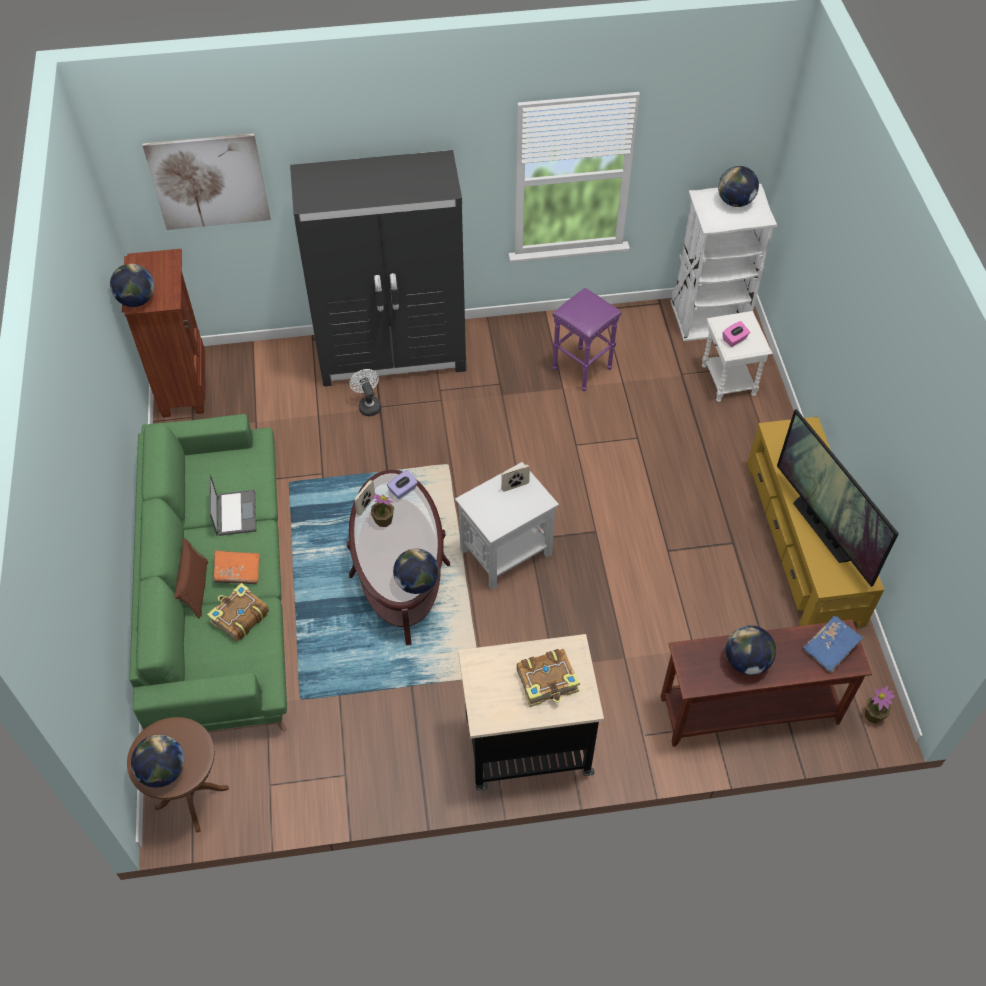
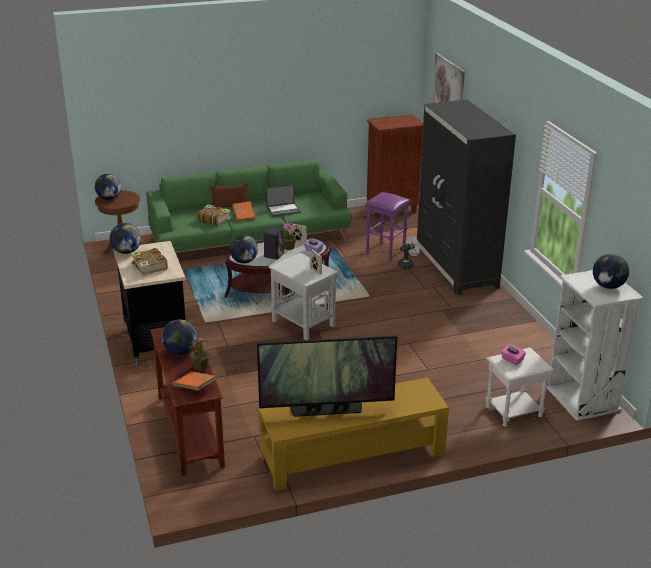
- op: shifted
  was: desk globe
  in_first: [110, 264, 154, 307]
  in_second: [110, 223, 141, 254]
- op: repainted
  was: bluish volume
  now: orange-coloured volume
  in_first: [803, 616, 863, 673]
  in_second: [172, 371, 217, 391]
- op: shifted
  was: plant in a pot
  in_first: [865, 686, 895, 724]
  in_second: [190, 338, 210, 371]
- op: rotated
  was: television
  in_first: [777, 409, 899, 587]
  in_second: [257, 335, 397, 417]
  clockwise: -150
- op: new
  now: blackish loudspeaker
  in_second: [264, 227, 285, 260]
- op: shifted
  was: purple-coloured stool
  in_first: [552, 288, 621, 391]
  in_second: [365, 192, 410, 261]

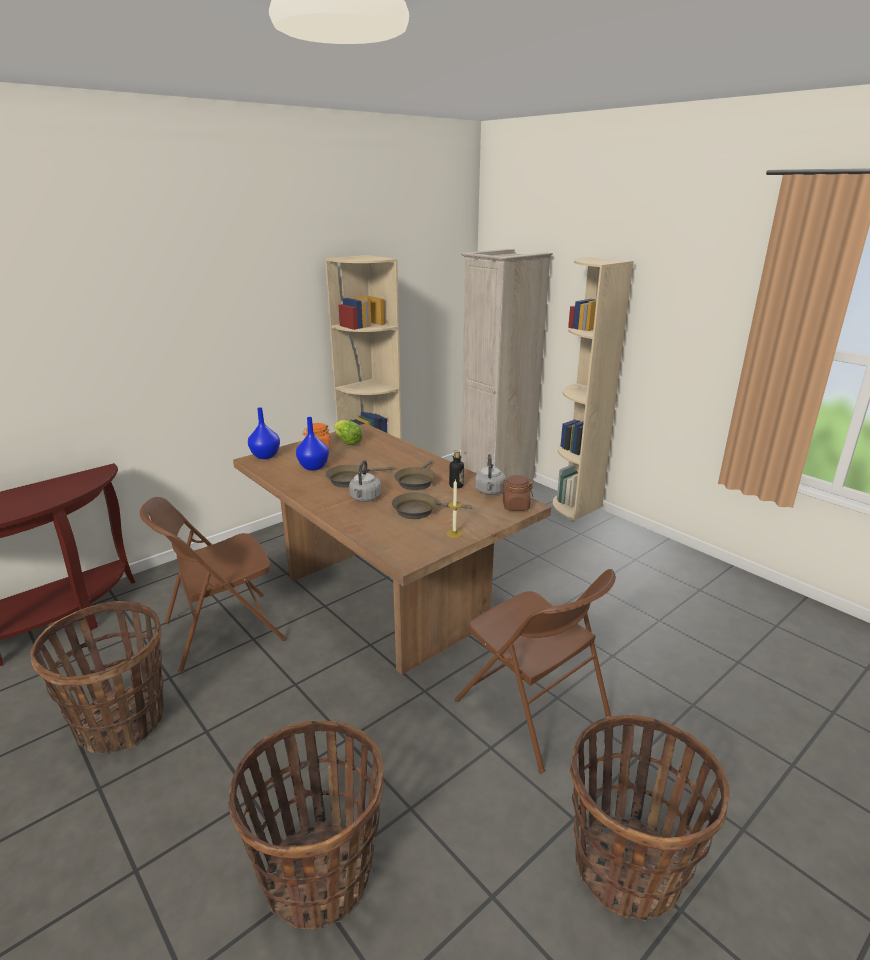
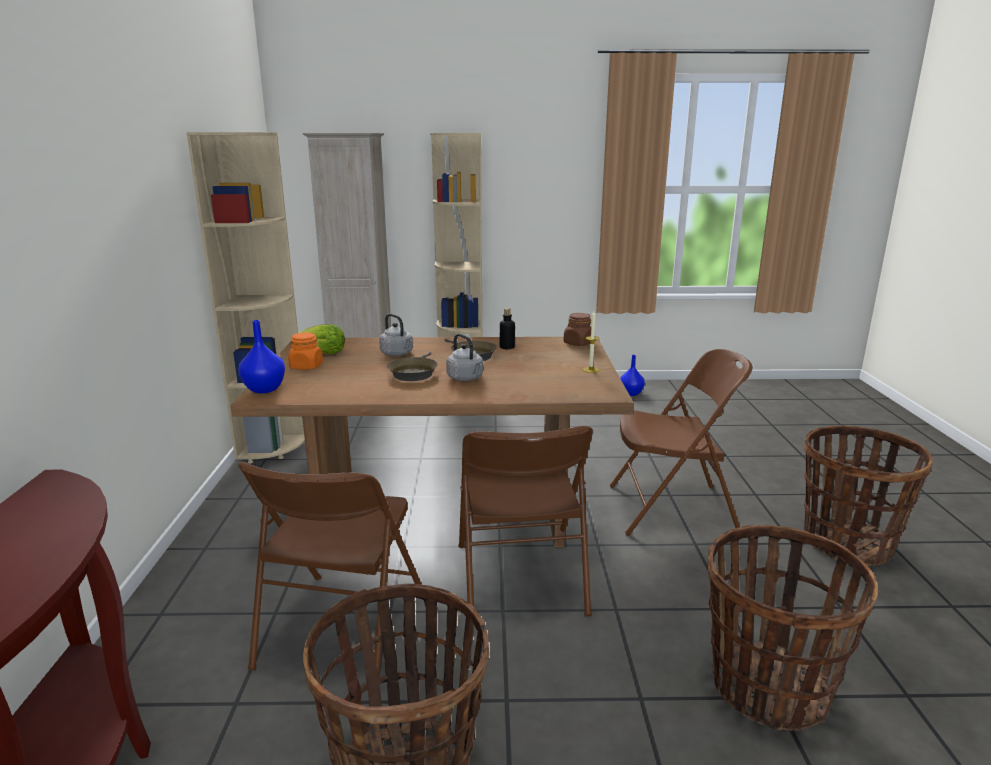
- op: shifted
  was: grey water kettle
  in_first: [475, 454, 506, 495]
  in_second: [379, 314, 413, 356]
- op: new
  now: brown upright chair
  in_second: [458, 426, 593, 626]
- op: shifted
  was: bluish vase
  in_first: [296, 417, 329, 471]
  in_second: [620, 355, 645, 396]
- op: gone
  was: brown frying pan
  in_first: [392, 492, 472, 519]

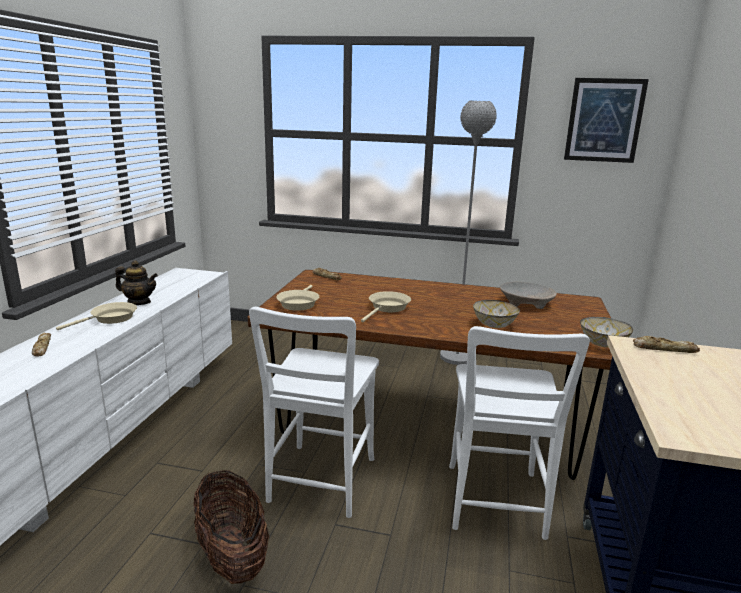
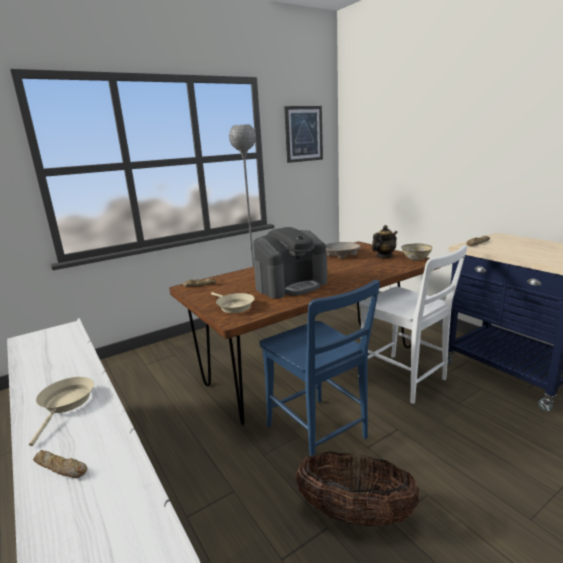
- op: swapped
  was: beige-coloured frying pan
  now: coffee brewer
  in_first: [361, 291, 411, 322]
  in_second: [253, 227, 327, 298]
- op: repainted
  was: white-coloured upright chair
  now: bluish upright chair
  in_first: [249, 307, 379, 518]
  in_second: [259, 280, 380, 458]
- op: shifted
  was: pot for tea
  in_first: [115, 260, 158, 305]
  in_second: [372, 225, 398, 258]
- op: gone
  was: serving bowl
  in_first: [473, 300, 520, 328]

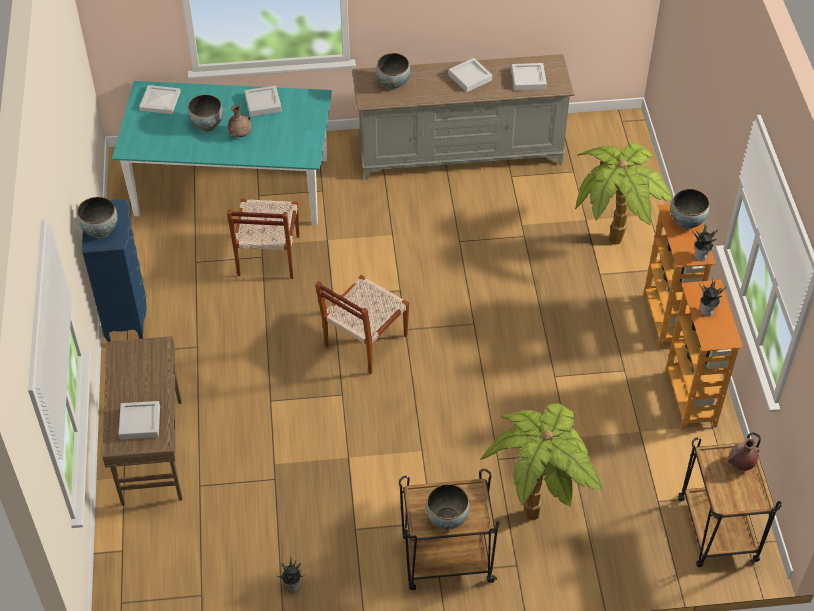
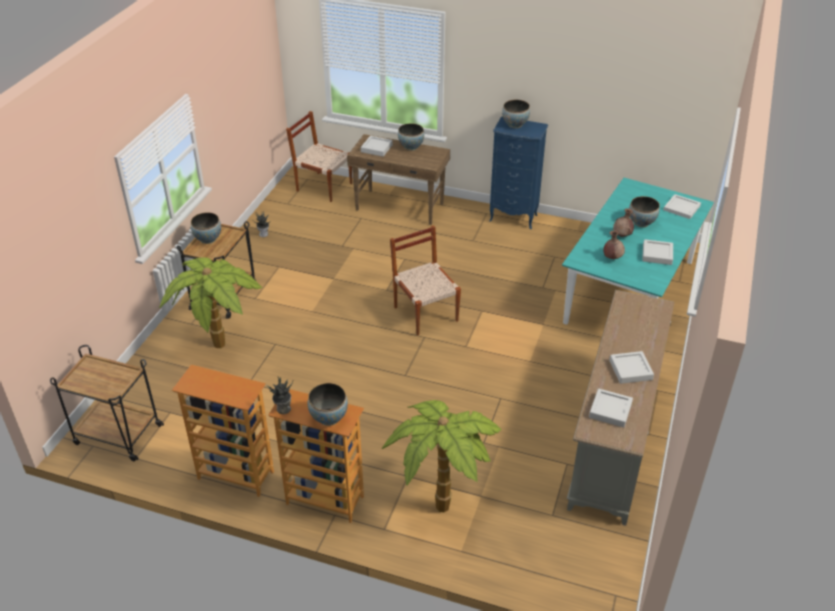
- op: shifted
  was: upright chair
  in_first: [227, 199, 300, 279]
  in_second: [286, 111, 352, 202]
- op: shifted
  was: serving bowl
  in_first: [376, 53, 410, 90]
  in_second: [398, 123, 424, 151]
- op: shifted
  was: brown vase
  in_first: [728, 438, 760, 471]
  in_second: [603, 231, 625, 259]
- op: gone
  was: plant in a pot
  in_first: [699, 280, 726, 317]

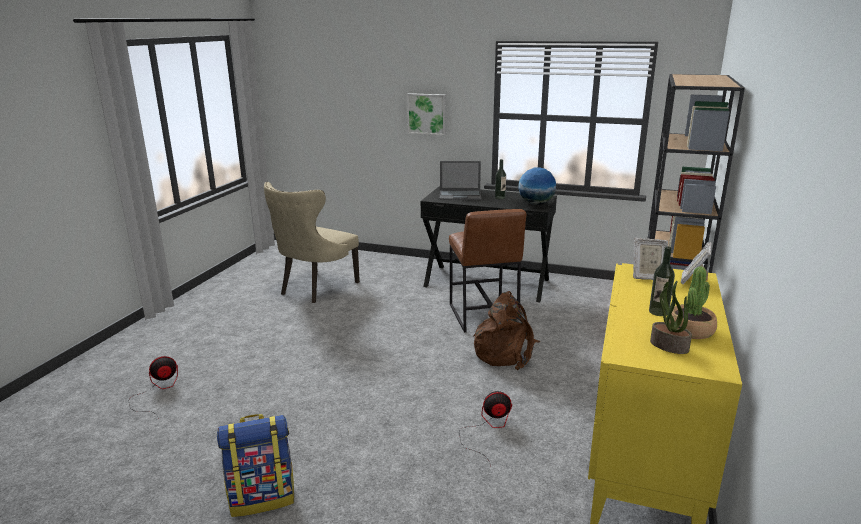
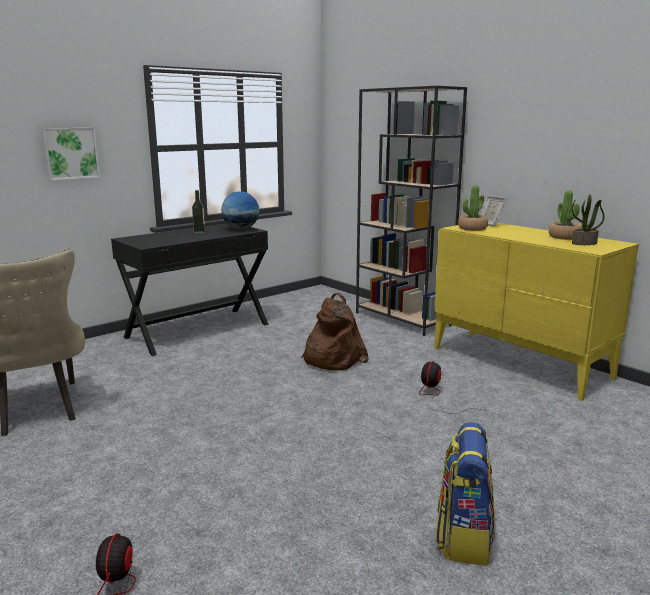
- op: swapped
  was: picture frame
  now: plant in a pot
  in_first: [633, 238, 668, 280]
  in_second: [458, 185, 488, 231]
- op: gone
  was: laptop
  in_first: [440, 161, 481, 200]
- op: gone
  was: brown upright chair
  in_first: [449, 209, 526, 332]
- op: gone
  was: beverage bottle
  in_first: [649, 246, 675, 316]

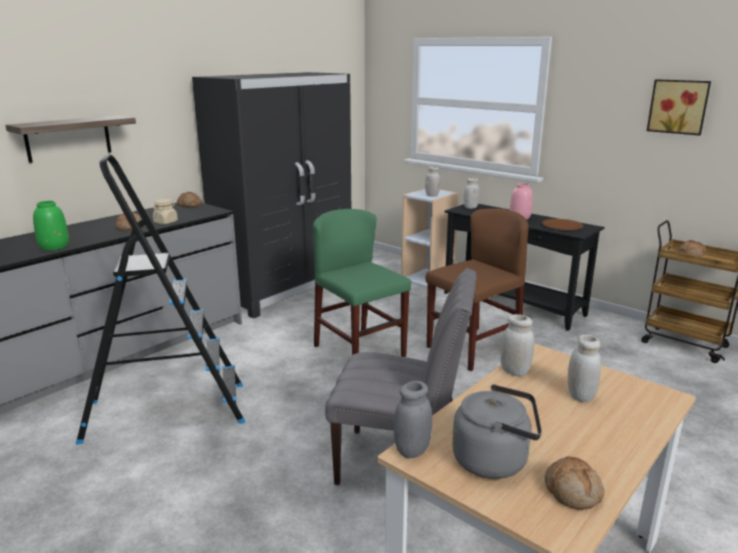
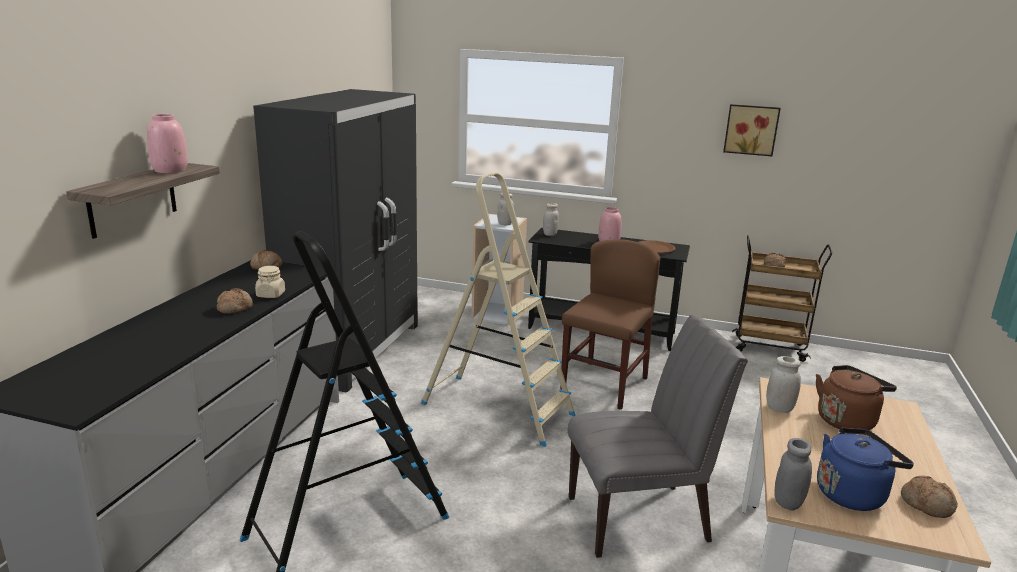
- op: new
  now: pink vase
  in_second: [147, 114, 188, 173]
- op: swapped
  was: greenish upright chair
  now: beige-coloured stepladder
  in_first: [313, 209, 411, 357]
  in_second: [421, 173, 575, 447]
- op: swapped
  was: white-coloured jar
  now: brown water kettle
  in_first: [567, 334, 601, 402]
  in_second: [816, 365, 897, 430]
- op: repainted
  was: grey water kettle
  now: bluish water kettle
  in_first: [452, 384, 542, 479]
  in_second: [817, 427, 914, 511]
- op: gone
  was: greenish vase
  in_first: [33, 201, 69, 251]

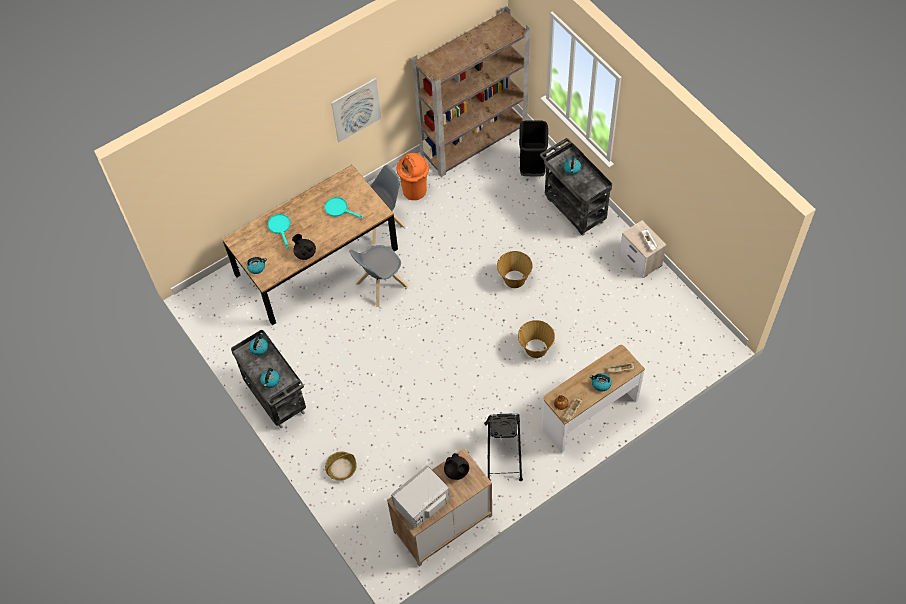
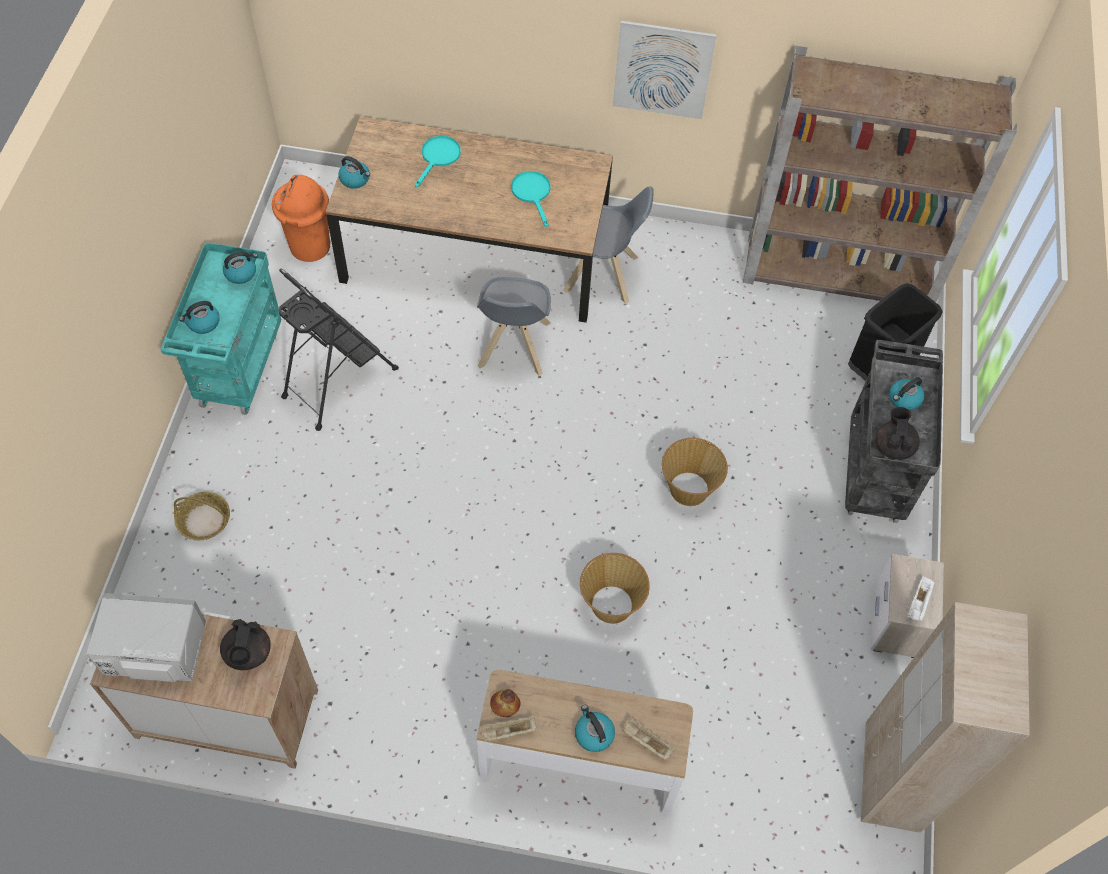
- op: repainted
  was: blackish trolley
  now: turquoise-coloured trolley
  in_first: [231, 330, 306, 428]
  in_second: [161, 243, 281, 415]
- op: shifted
  was: orange-coloured rubbish bin
  in_first: [397, 153, 429, 200]
  in_second: [272, 175, 330, 262]
- op: shifted
  was: stepladder
  in_first: [484, 414, 523, 481]
  in_second: [279, 268, 399, 431]
- op: rotated
  was: grey upright chair
  in_first: [349, 245, 408, 307]
  in_second: [477, 277, 551, 376]
  clockwise: -90
- op: new
  now: beige-coloured storage cabinet
  in_second: [861, 602, 1030, 833]
- op: shifted
  was: blackish pot for tea
  in_first: [292, 234, 316, 260]
  in_second: [876, 407, 920, 460]

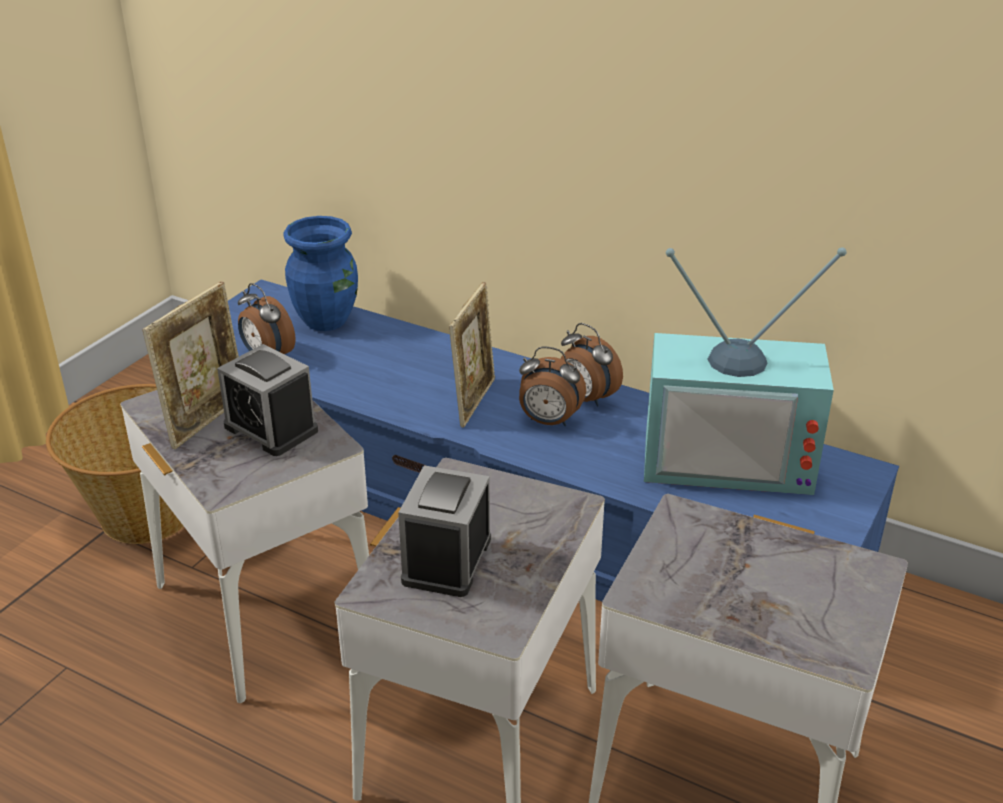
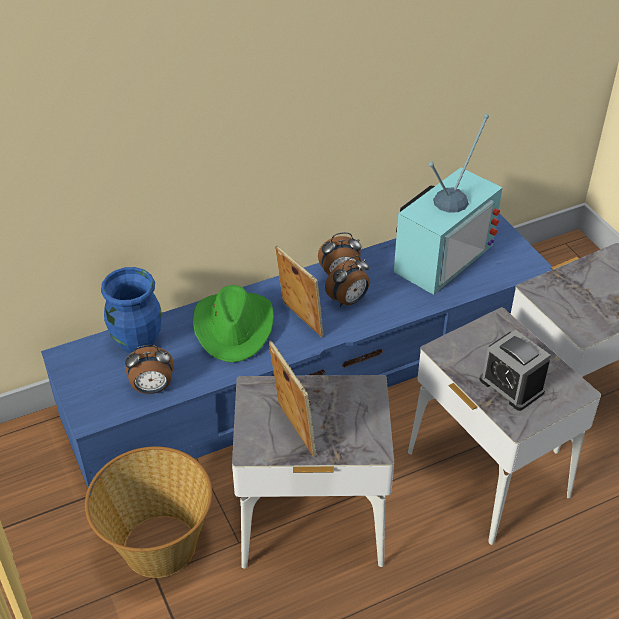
- op: new
  now: greenish hat
  in_second: [193, 285, 274, 363]
- op: gone
  was: table clock
  in_first: [217, 344, 318, 456]

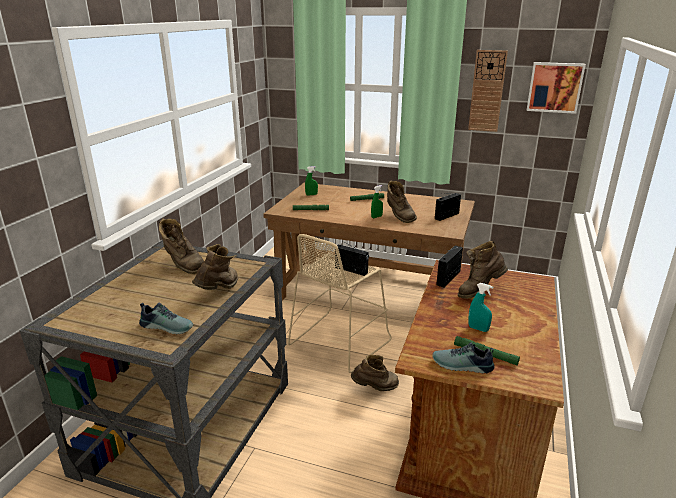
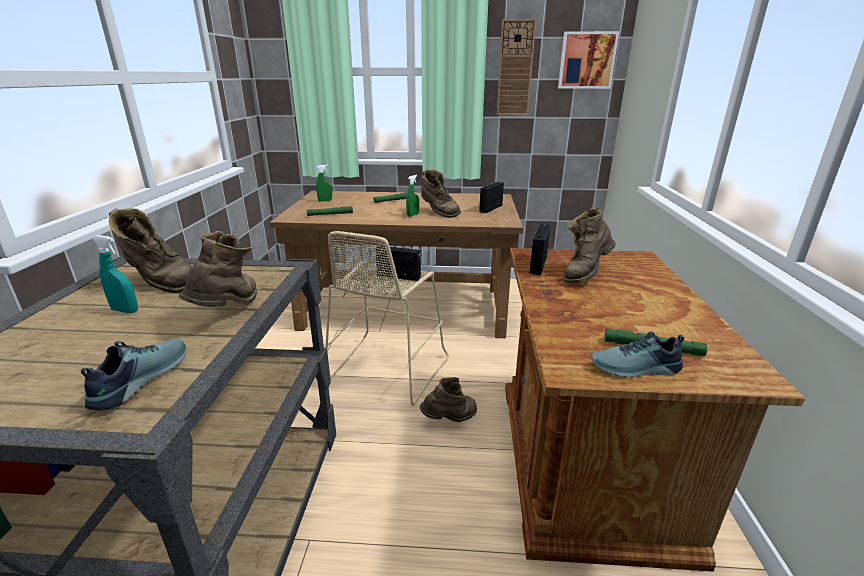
- op: rotated
  was: item of footwear
  in_first: [139, 302, 193, 334]
  in_second: [81, 338, 187, 410]
  clockwise: -75
- op: shifted
  was: turquoise-coloured sprayer
  in_first: [468, 283, 493, 332]
  in_second: [92, 235, 138, 313]

